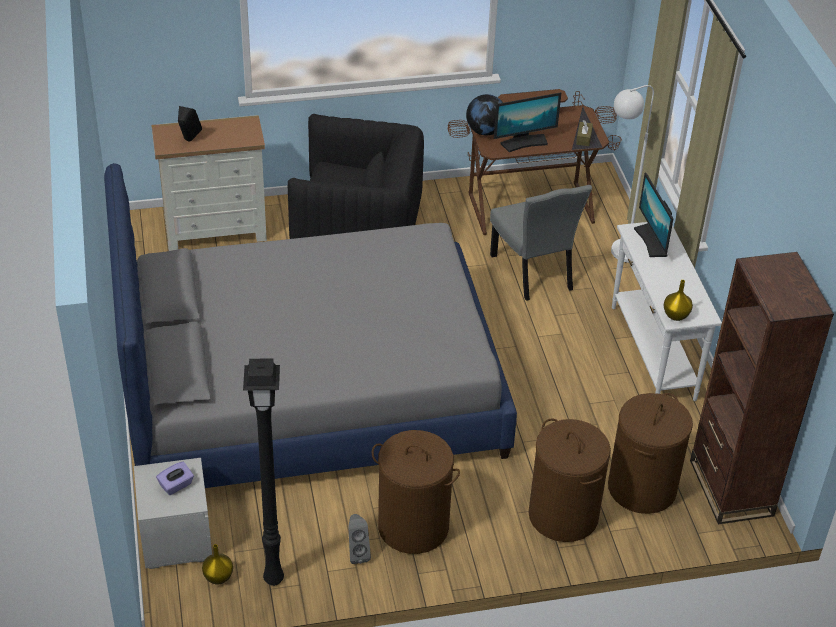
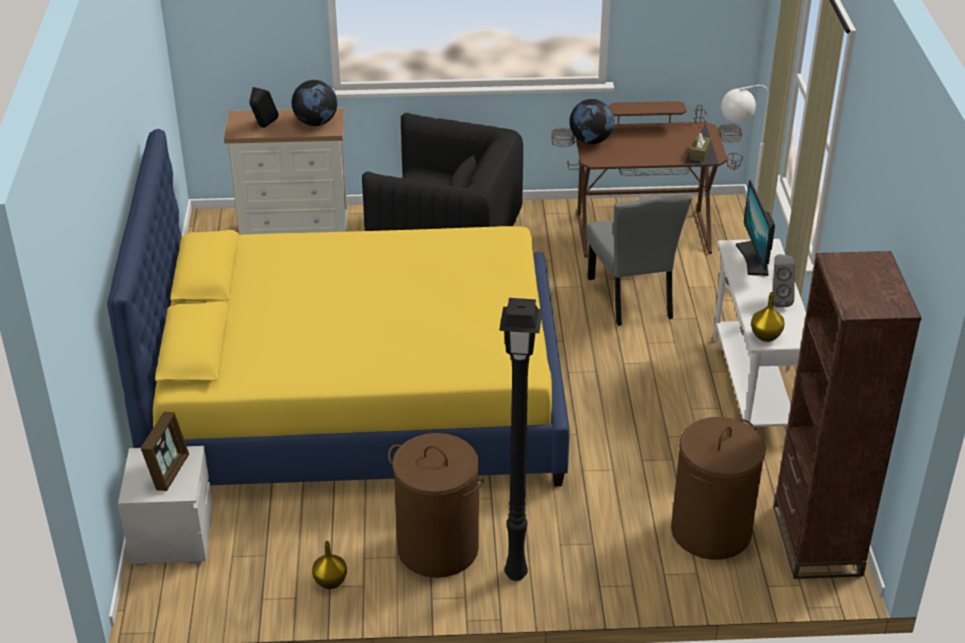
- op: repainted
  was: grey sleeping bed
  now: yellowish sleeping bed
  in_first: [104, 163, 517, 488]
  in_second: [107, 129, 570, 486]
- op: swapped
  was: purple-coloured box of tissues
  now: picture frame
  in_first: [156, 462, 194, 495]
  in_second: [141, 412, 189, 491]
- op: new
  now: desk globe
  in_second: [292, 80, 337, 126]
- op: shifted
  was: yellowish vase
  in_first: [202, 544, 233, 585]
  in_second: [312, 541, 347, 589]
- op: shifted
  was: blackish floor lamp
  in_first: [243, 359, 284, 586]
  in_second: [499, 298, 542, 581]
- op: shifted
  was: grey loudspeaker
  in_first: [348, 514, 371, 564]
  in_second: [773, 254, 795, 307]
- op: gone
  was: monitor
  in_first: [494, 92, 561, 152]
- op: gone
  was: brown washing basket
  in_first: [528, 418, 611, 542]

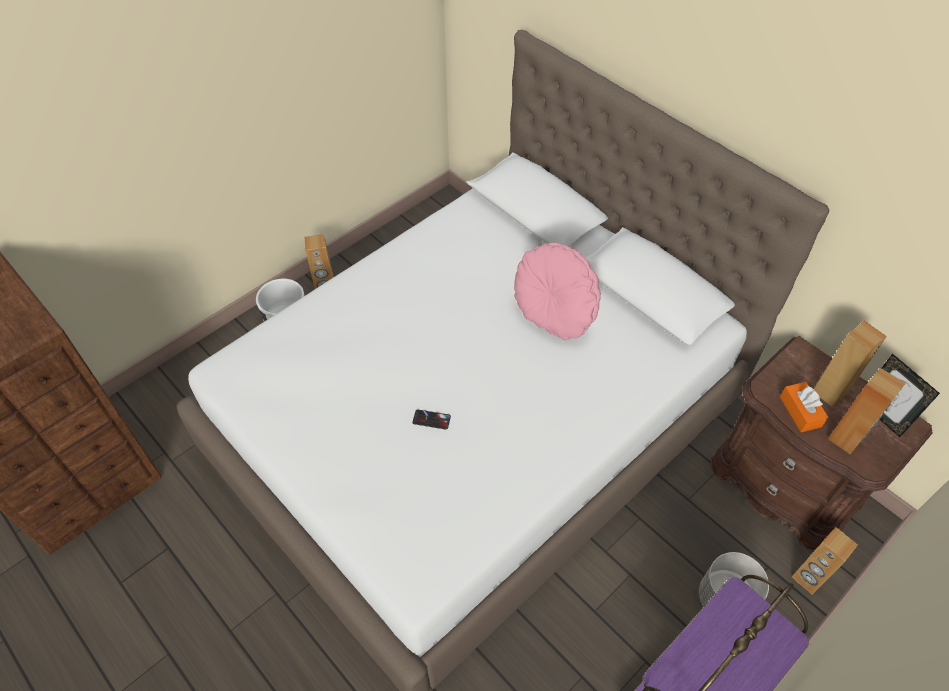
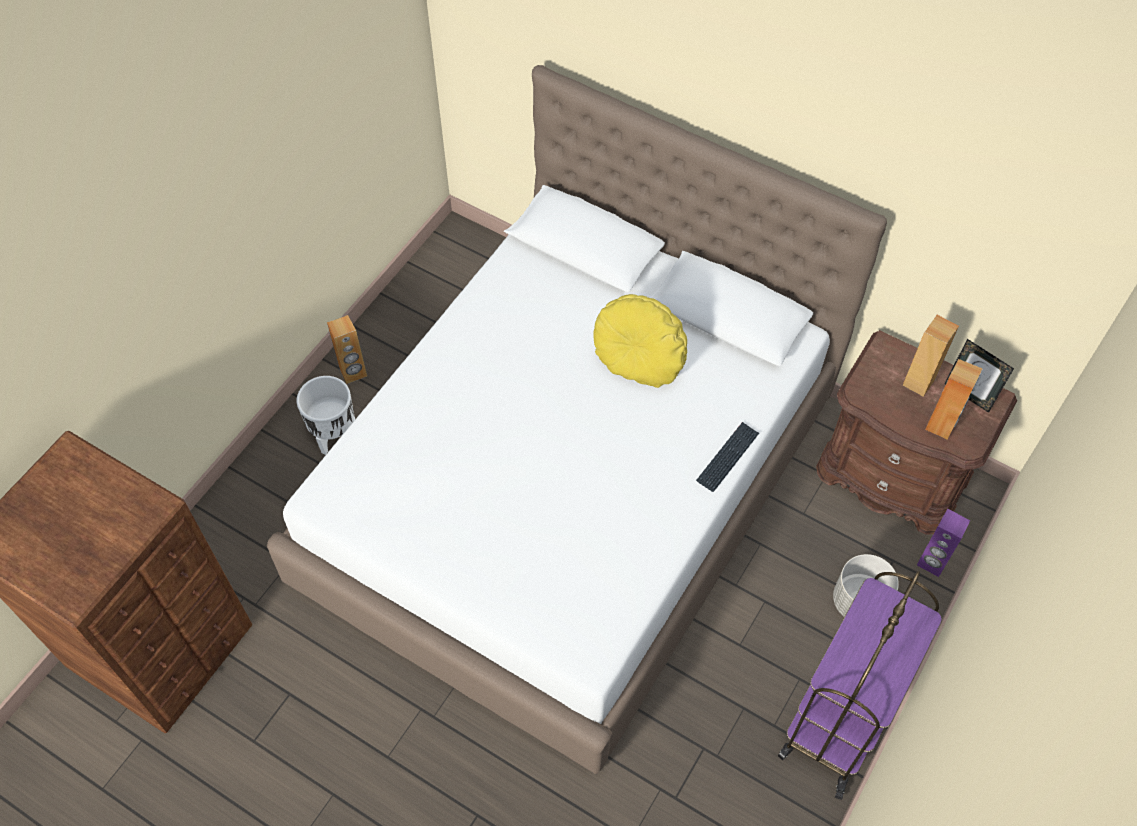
- op: repainted
  was: pink cushion
  now: yellowish cushion
  in_first: [514, 242, 601, 341]
  in_second: [593, 294, 687, 388]
- op: new
  now: keyboard
  in_second: [696, 422, 759, 492]
- op: repainted
  was: brown loudspeaker
  now: purple-coloured loudspeaker
  in_first: [792, 527, 858, 595]
  in_second: [917, 509, 970, 577]
- op: gone
  was: phone
  in_first: [413, 409, 451, 429]
- op: gone
  was: orange-coloured box of tissues
  in_first: [780, 382, 828, 432]

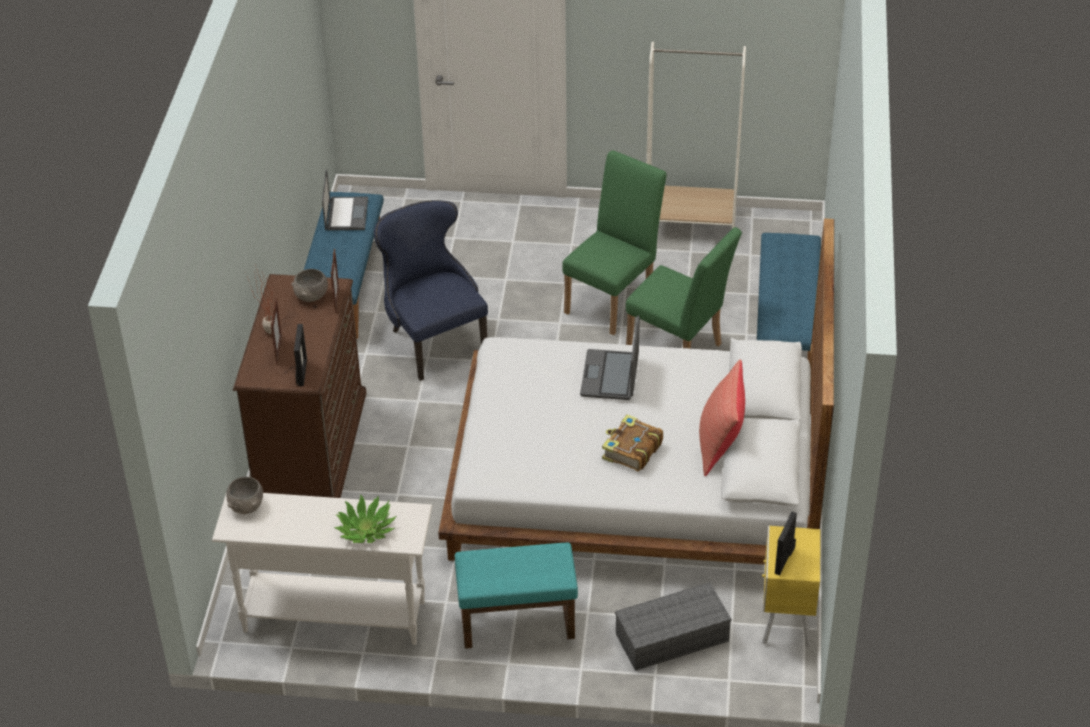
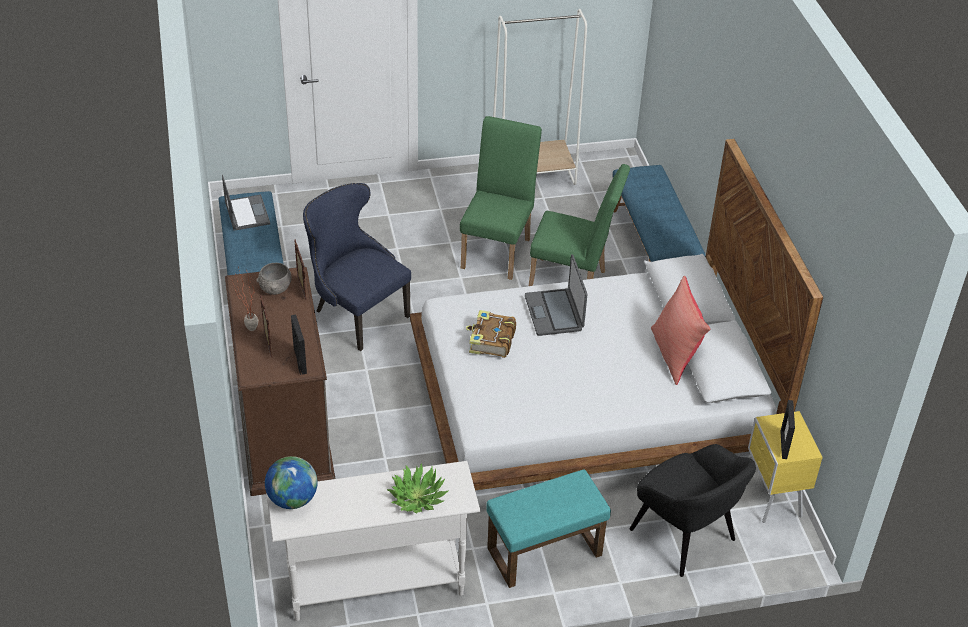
- op: swapped
  was: grey serving bowl
  now: desk globe
  in_first: [226, 477, 263, 514]
  in_second: [265, 456, 318, 509]
- op: shifted
  was: volume
  in_first: [602, 414, 663, 472]
  in_second: [466, 310, 516, 358]
- op: swapped
  was: grey storage box
  now: blackish lounge chair
  in_first: [615, 582, 731, 671]
  in_second: [629, 444, 756, 577]

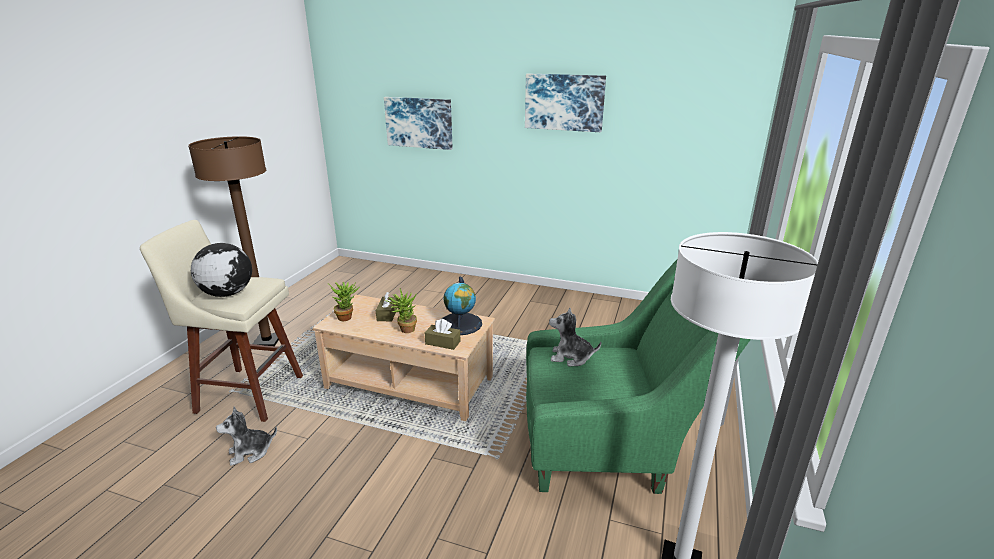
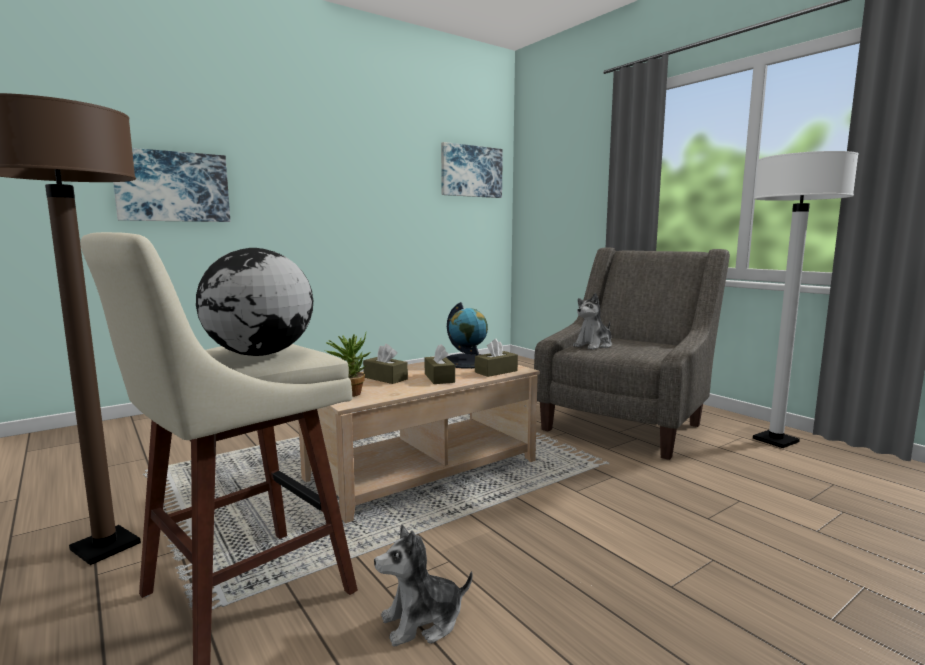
- op: rotated
  was: cuddly toy
  in_first: [216, 407, 277, 466]
  in_second: [374, 524, 473, 646]
  clockwise: 60
- op: swapped
  was: plant in a pot
  now: brown box of tissues
  in_first: [385, 289, 417, 333]
  in_second: [424, 344, 455, 384]
- op: shifted
  was: wall picture
  in_first: [525, 74, 606, 132]
  in_second: [441, 142, 503, 198]
- op: repainted
  was: greenish lounge chair
  now: grey lounge chair
  in_first: [526, 260, 751, 494]
  in_second: [534, 248, 730, 460]

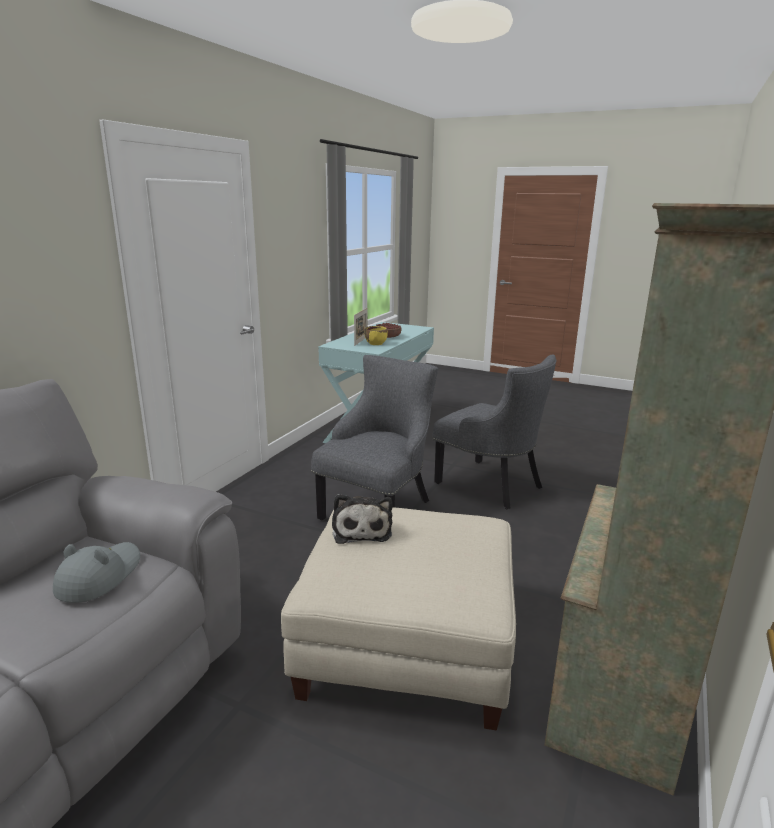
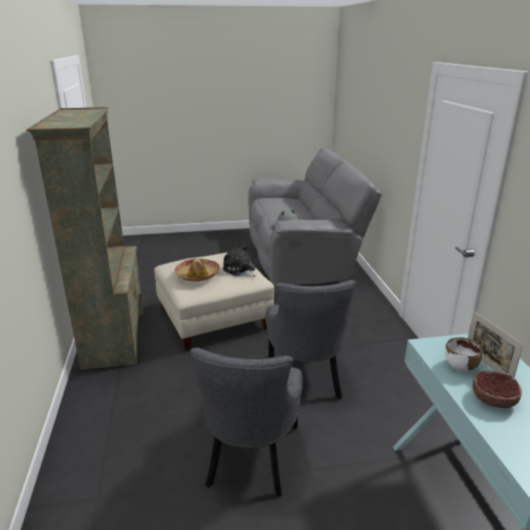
- op: new
  now: hat
  in_second: [175, 259, 220, 282]
- op: rotated
  was: grey lounge chair
  in_first: [432, 355, 556, 509]
  in_second: [190, 348, 303, 497]
  clockwise: -90
- op: repainted
  was: yellowish serving bowl
  now: white-coloured serving bowl
  in_first: [365, 326, 388, 345]
  in_second: [445, 337, 483, 372]

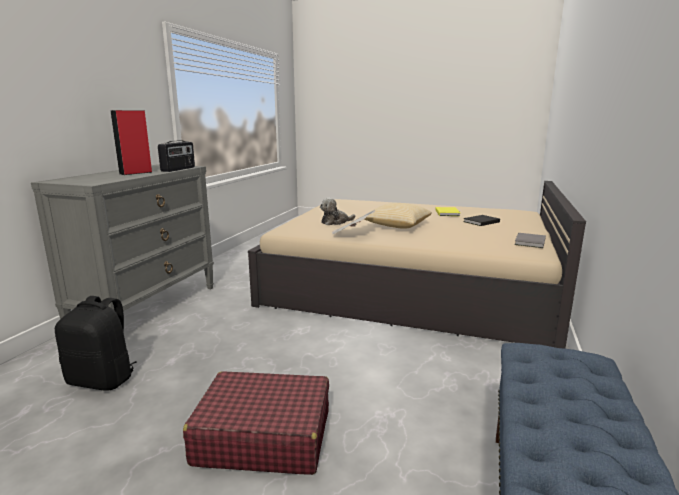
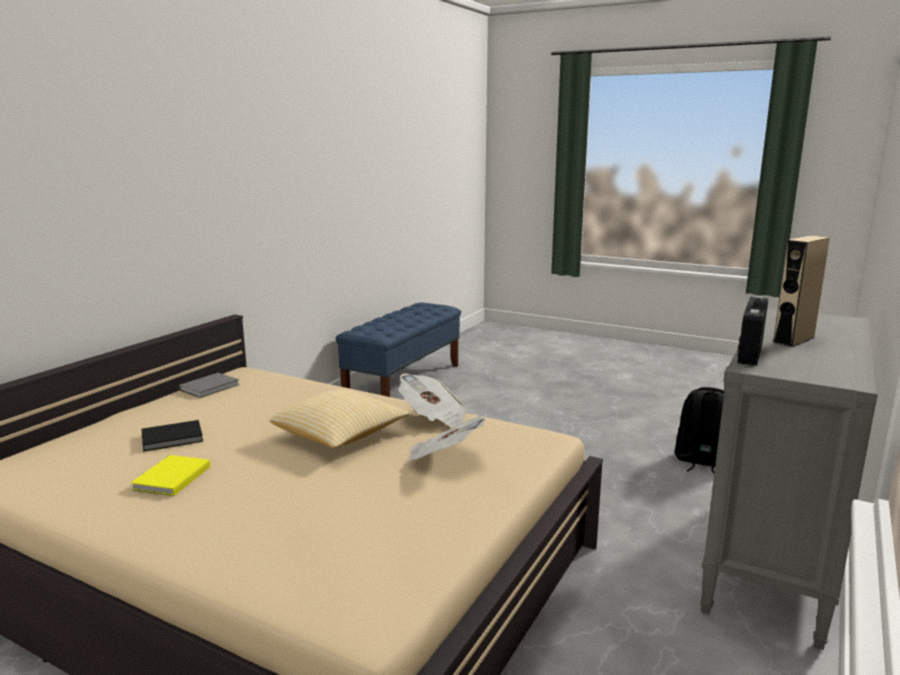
- op: swapped
  was: cuddly toy
  now: newspaper
  in_first: [320, 197, 355, 225]
  in_second: [407, 415, 486, 462]
- op: repainted
  was: red loudspeaker
  now: beige-coloured loudspeaker
  in_first: [110, 110, 152, 175]
  in_second: [772, 235, 830, 347]
- op: gone
  was: red suitcase
  in_first: [183, 371, 329, 475]

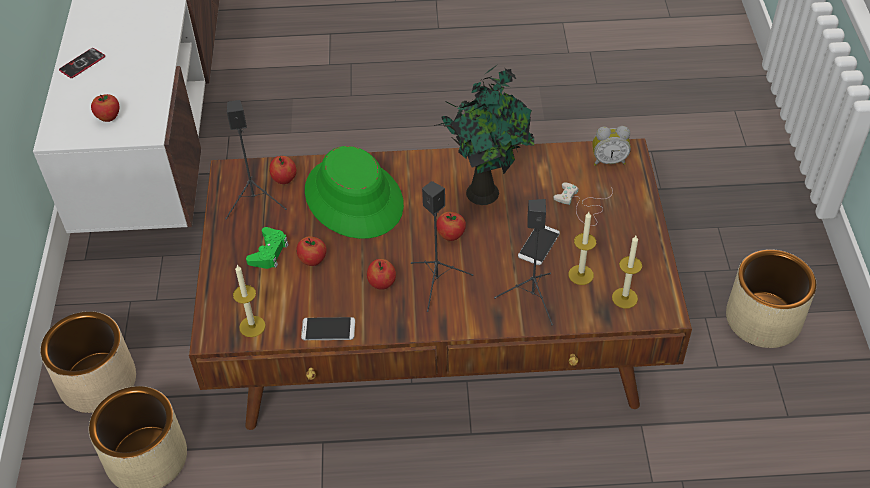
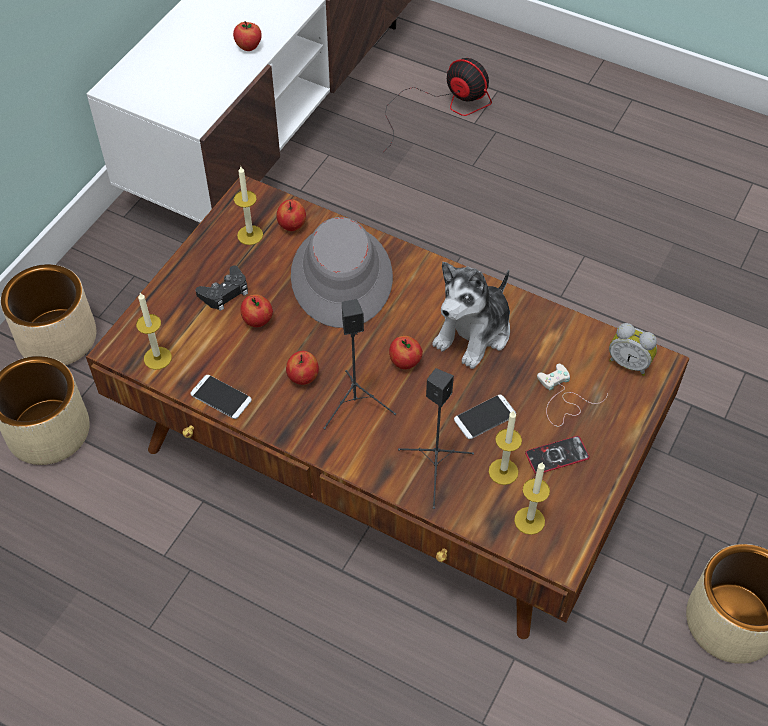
- op: repainted
  was: greenish game controller
  now: blackish game controller
  in_first: [246, 227, 289, 269]
  in_second: [196, 265, 248, 311]
- op: shifted
  was: whole apple
  in_first: [91, 94, 120, 122]
  in_second: [233, 21, 262, 51]
- op: swapped
  was: blackish loudspeaker
  now: candle
  in_first: [225, 100, 287, 219]
  in_second: [234, 166, 263, 245]
- op: repainted
  was: greenish hat
  now: grey hat
  in_first: [305, 146, 404, 239]
  in_second: [291, 217, 393, 328]
- op: new
  now: electric fan
  in_second: [383, 58, 492, 152]
- op: swapped
  was: plant in a pot
  now: cuddly toy
  in_first: [434, 65, 534, 205]
  in_second: [432, 262, 510, 369]
- op: shifted
  was: phone
  in_first: [59, 48, 105, 78]
  in_second: [525, 436, 590, 474]

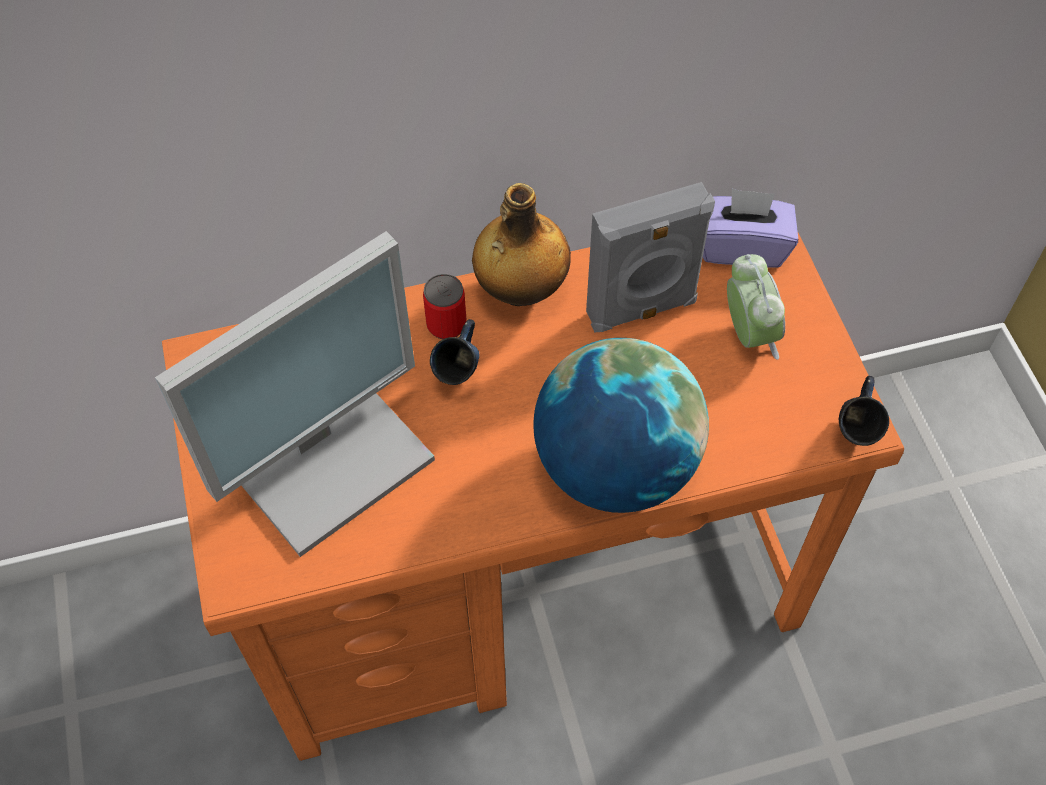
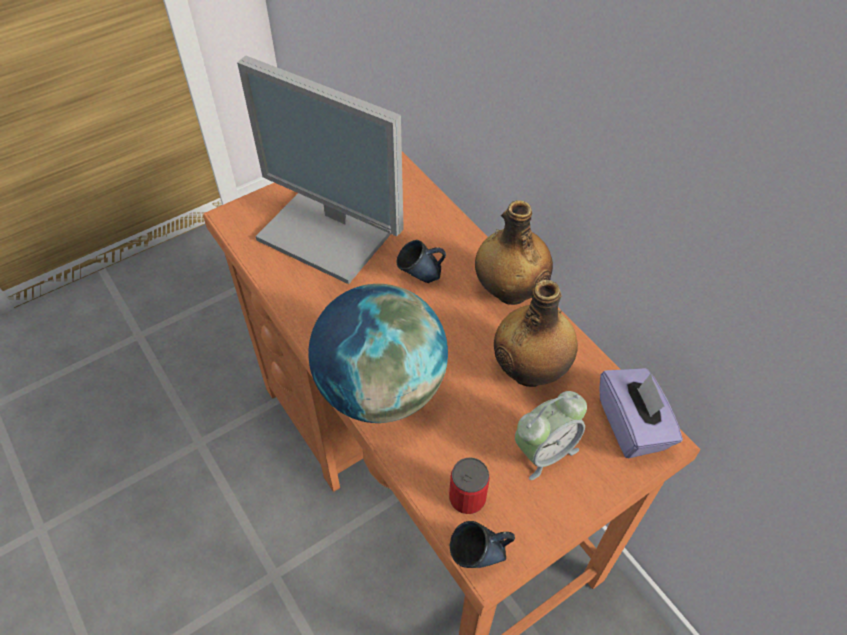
- op: shifted
  was: metal can
  in_first: [423, 274, 467, 339]
  in_second: [449, 458, 490, 514]
- op: swapped
  was: grey loudspeaker
  now: beverage bottle
  in_first: [586, 182, 715, 332]
  in_second: [494, 280, 578, 387]

